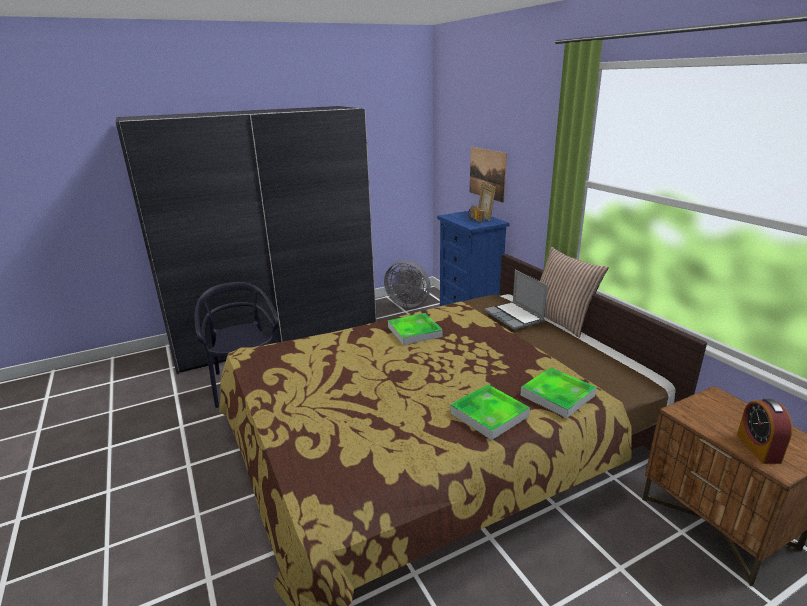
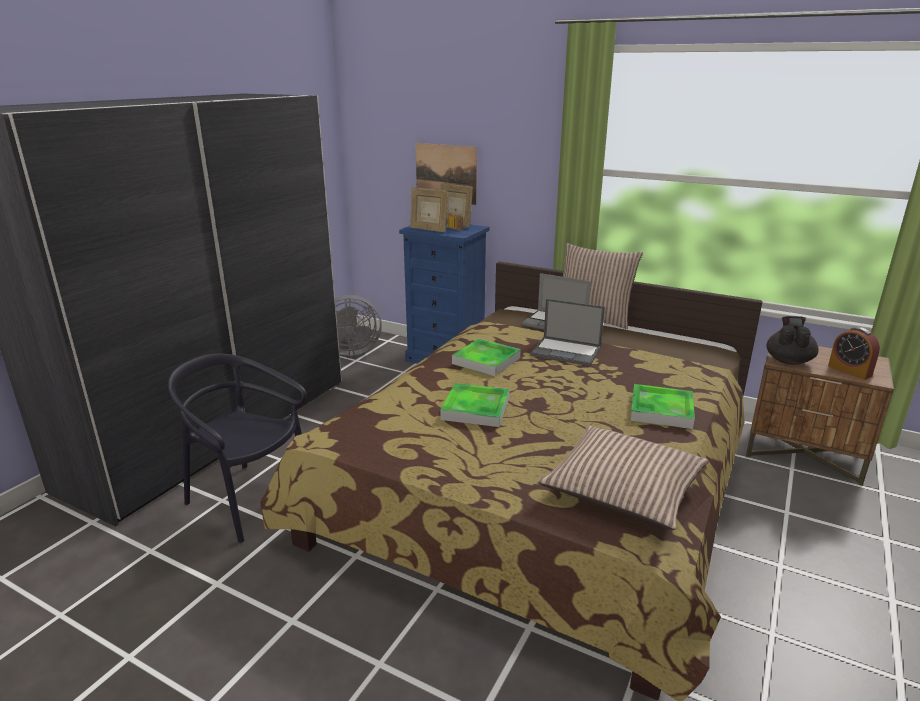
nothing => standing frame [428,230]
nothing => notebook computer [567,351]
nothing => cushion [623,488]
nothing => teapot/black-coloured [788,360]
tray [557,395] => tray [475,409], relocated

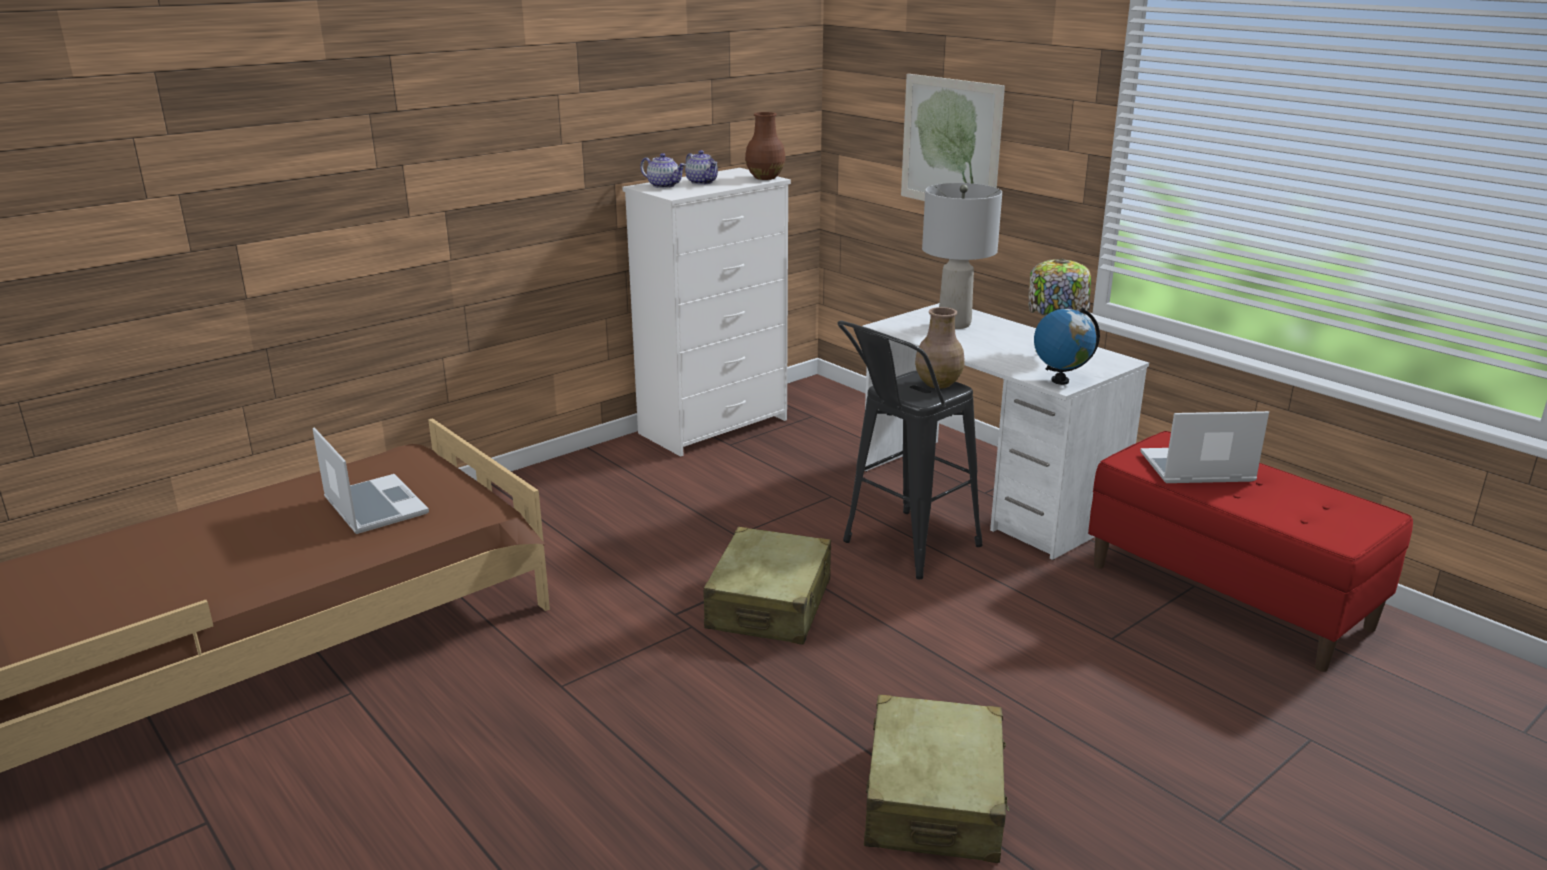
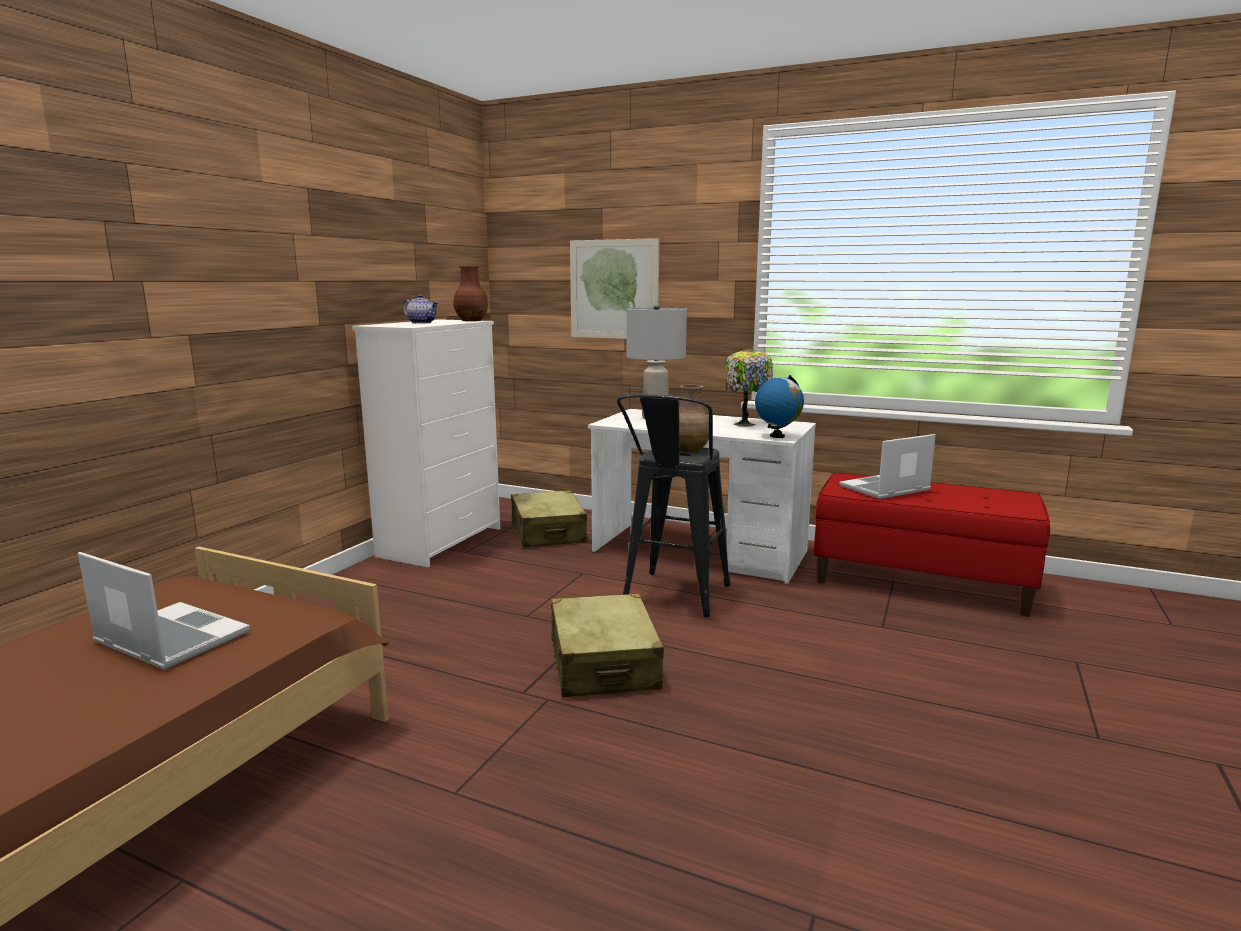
teapot [664,185] => nothing
piece of luggage/sand-coloured [934,799] => piece of luggage/sand-coloured [548,533], relocated

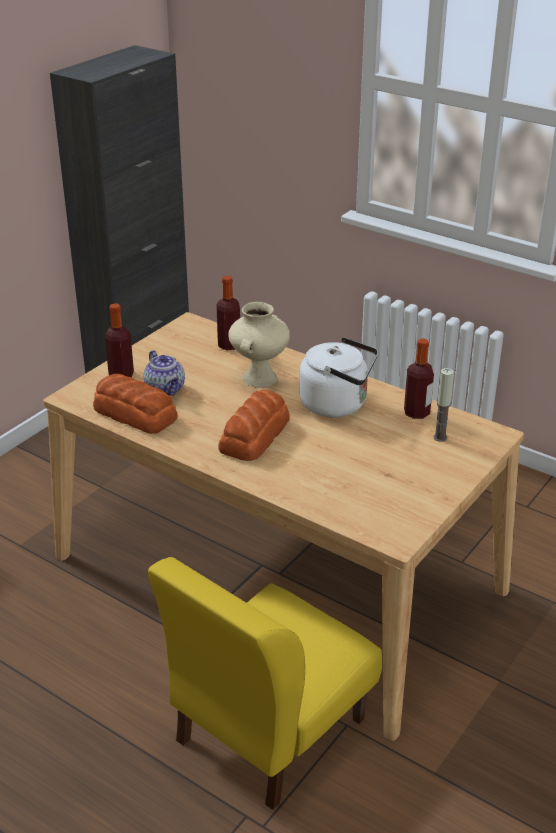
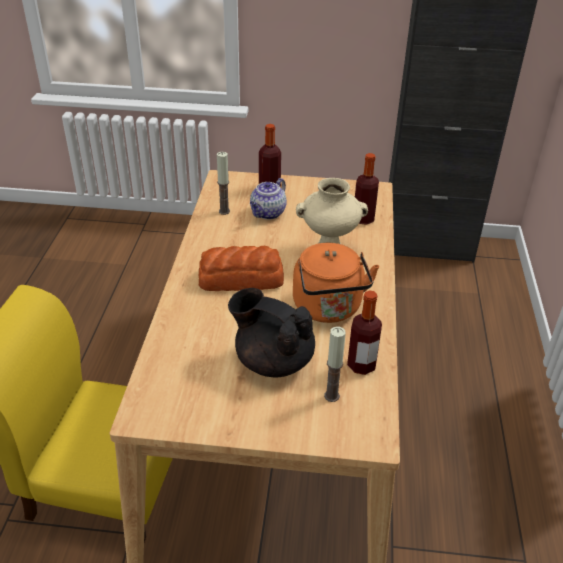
nothing => teapot/black-coloured [273,360]
bakery bread [134,413] => wax candle [224,211]
kettle/white [338,404] => kettle/orange-coloured [329,309]

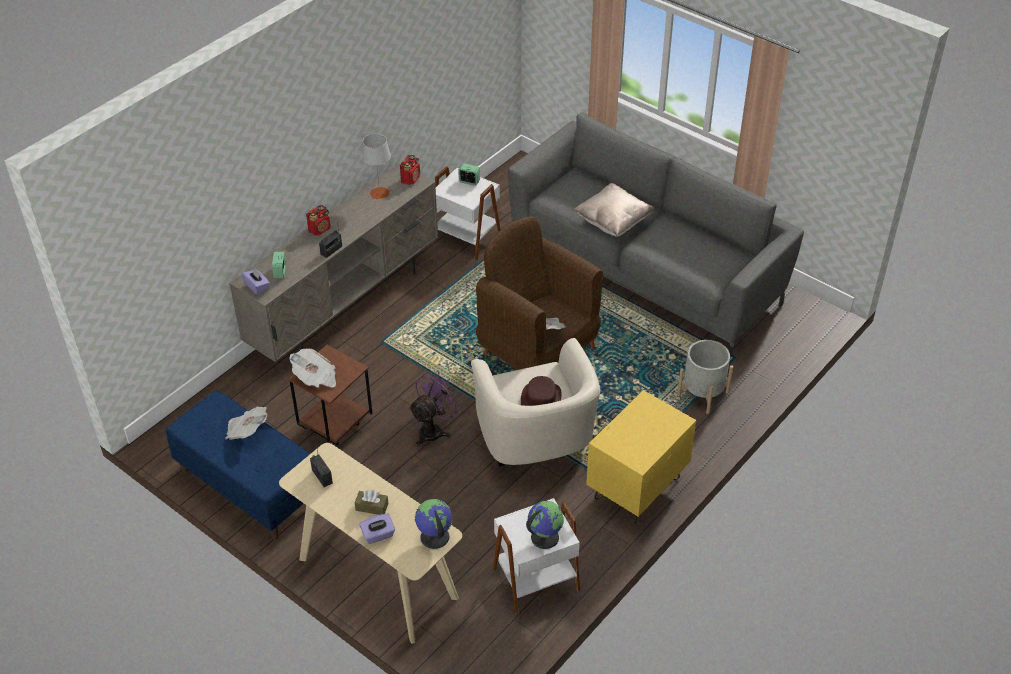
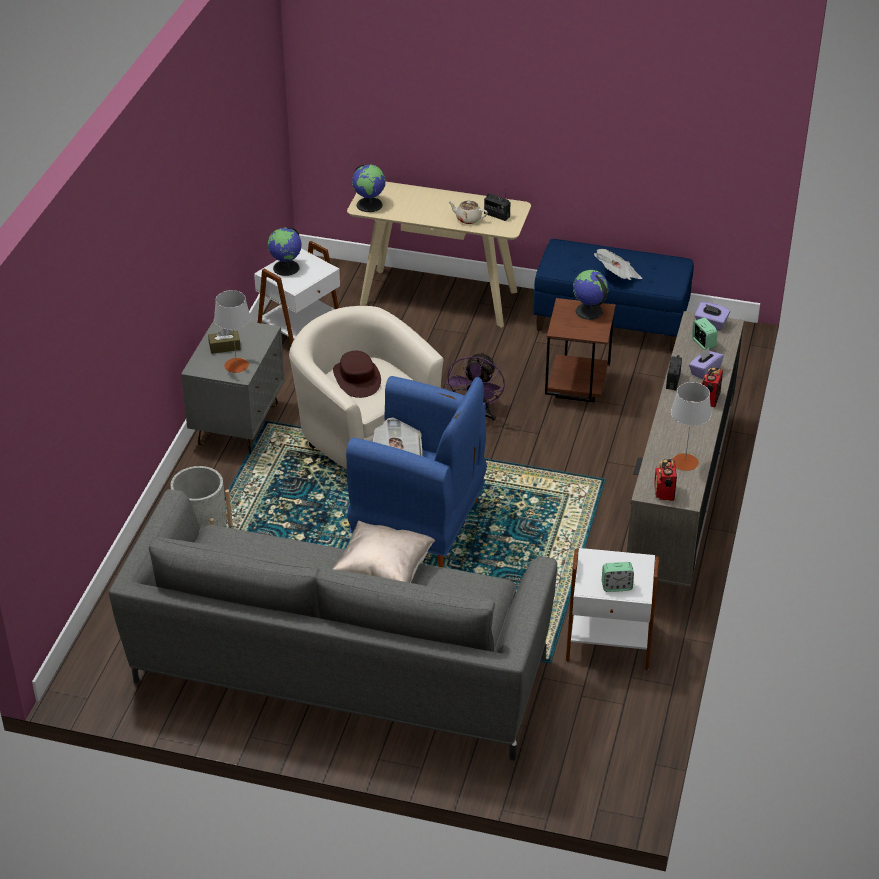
nothing => lamp for a table/gray [236,365]
nothing => teapot/sand-coloured [468,219]
box of tissues/brownish [372,507] => box of tissues/brownish [224,347], relocated
box of tissues/purplish [378,535] => box of tissues/purplish [704,371], relocated
newspaper [315,378] => world globe [588,311]
lounge chair/brownish [537,350] => lounge chair/blue [420,525]
nightstand/yellow [637,489] => nightstand/gray [238,425]

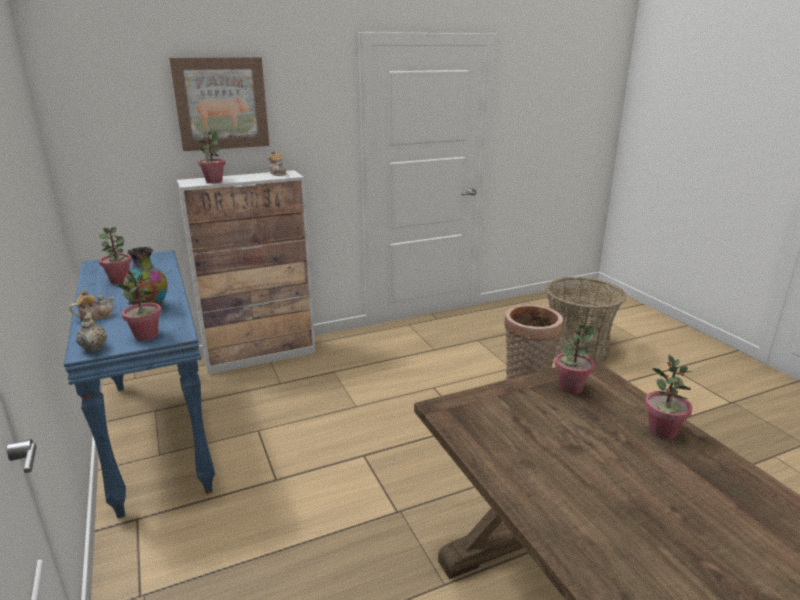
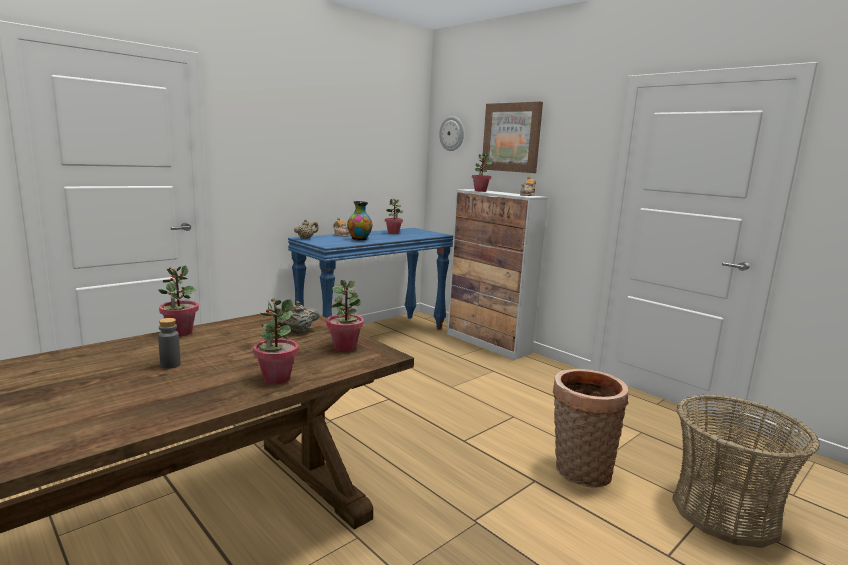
nothing => bottle/gray [170,365]
nothing => teapot/sand-coloured [297,332]
nothing => hanging clock [452,133]
plant in a pot [146,336] => plant in a pot [180,332], relocated

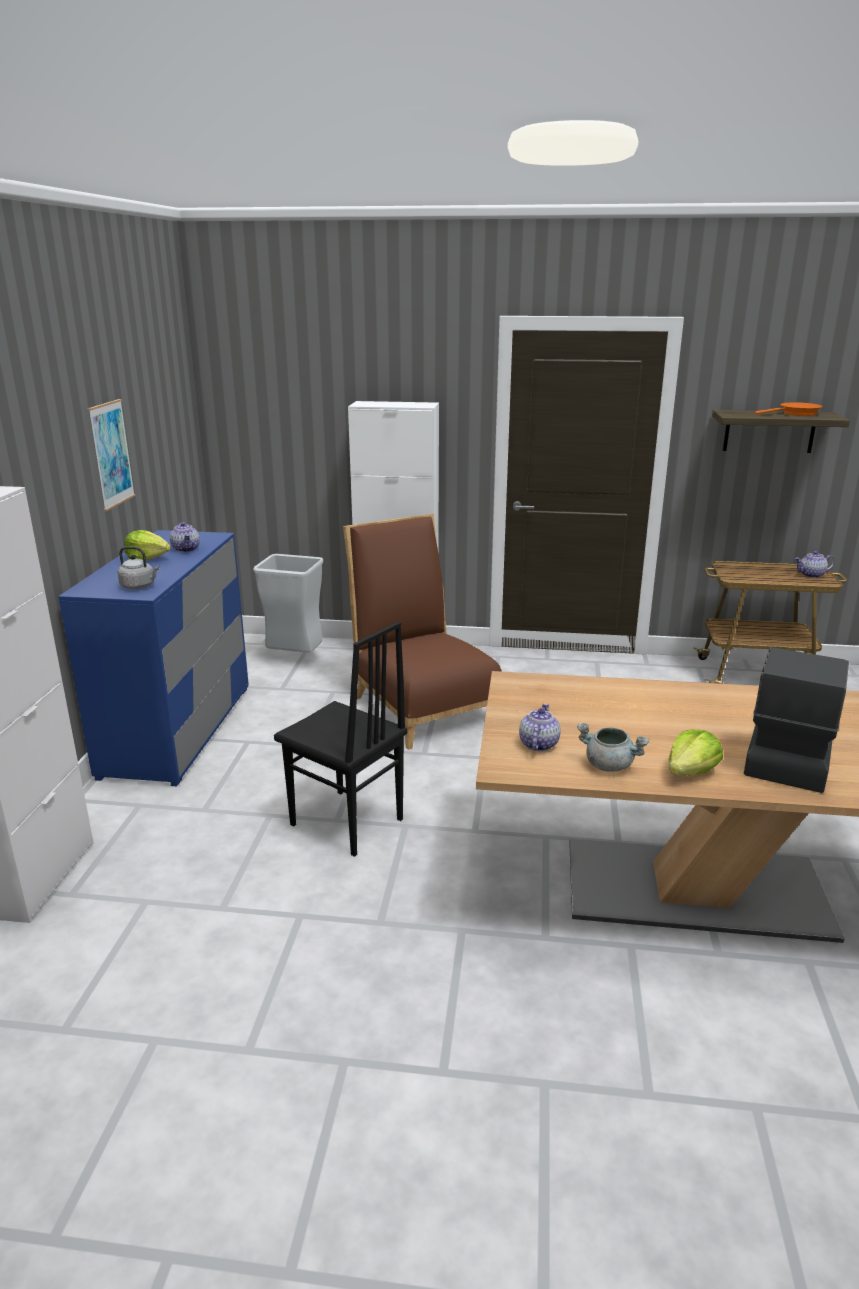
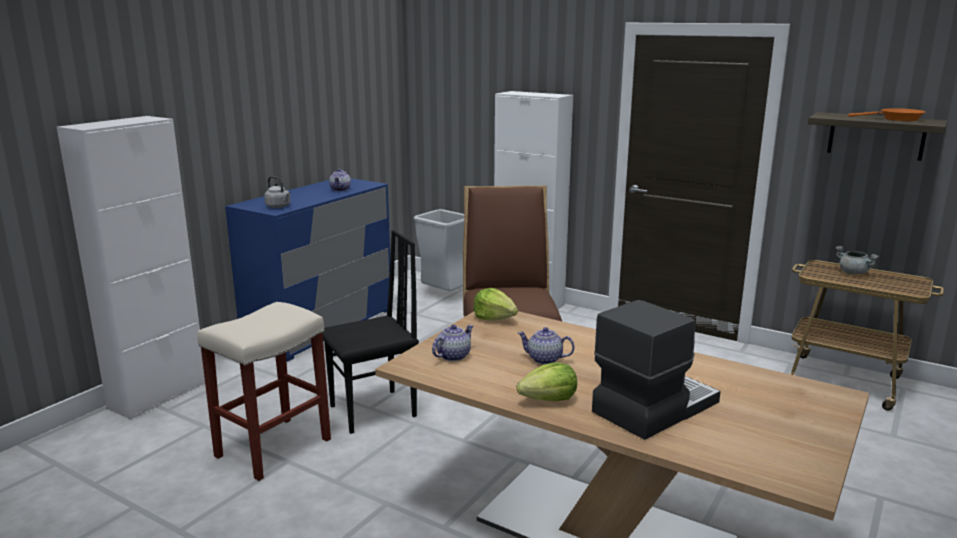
picture [111,454] => nothing
nothing => stool seat/sand-coloured [274,447]
lettuce head [147,558] => lettuce head [494,318], relocated
cooking pot/gray [609,765] => cooking pot/gray [853,273], relocated
teapot [811,575] => teapot [544,359], relocated
upright chair/black-coloured [346,823] => upright chair/black-coloured [374,411], 90 degrees counterclockwise

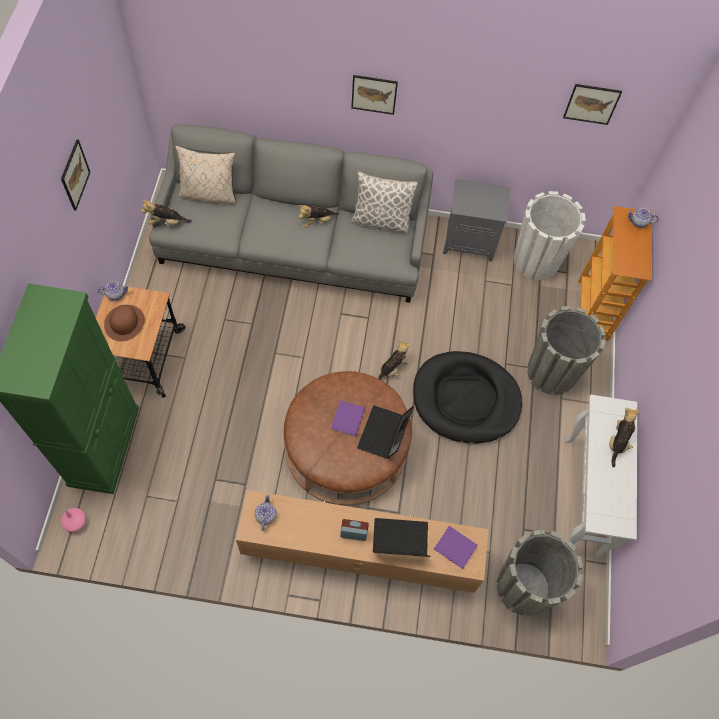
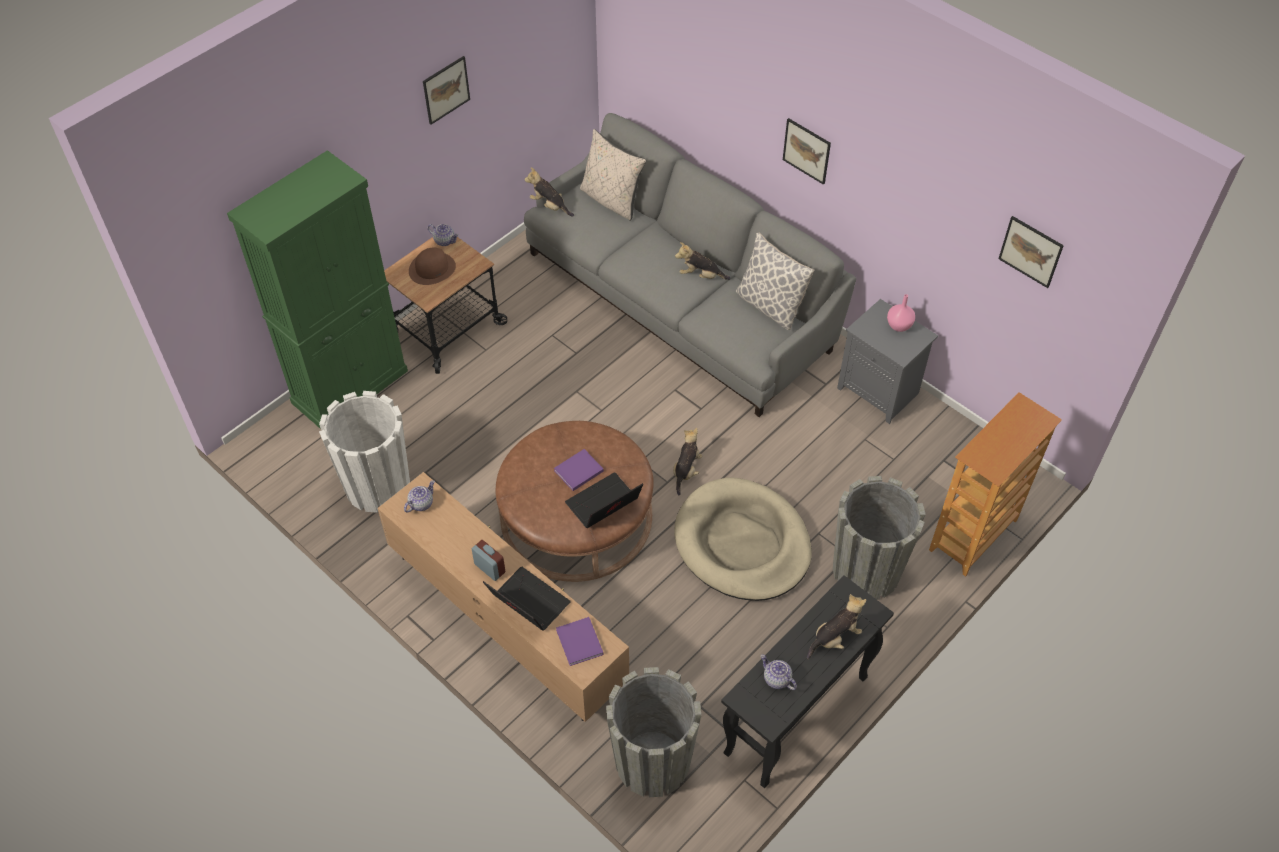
vase/pink [77,523] => vase/pink [899,326], relocated
planter/white [536,260] => planter/white [377,485], relocated
teapot [638,222] => teapot [776,679], relocated
dog cushion/black-coloured [466,399] => dog cushion/sand-coloured [742,543]
console table/white [583,497] => console table/black-coloured [796,716]
cuddly toy [392,369] => cuddly toy [686,470], 60 degrees counterclockwise

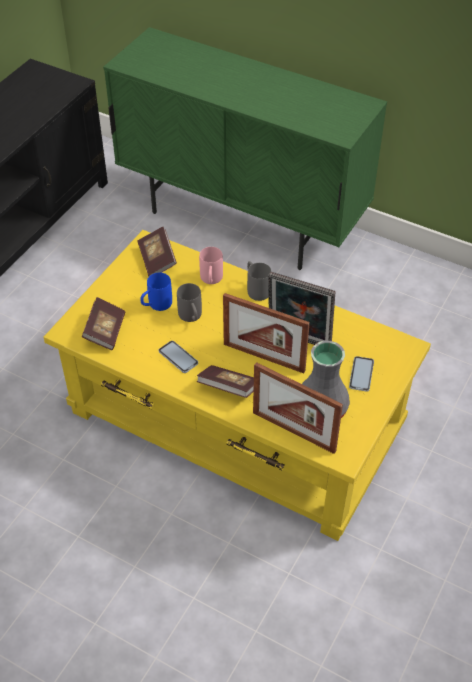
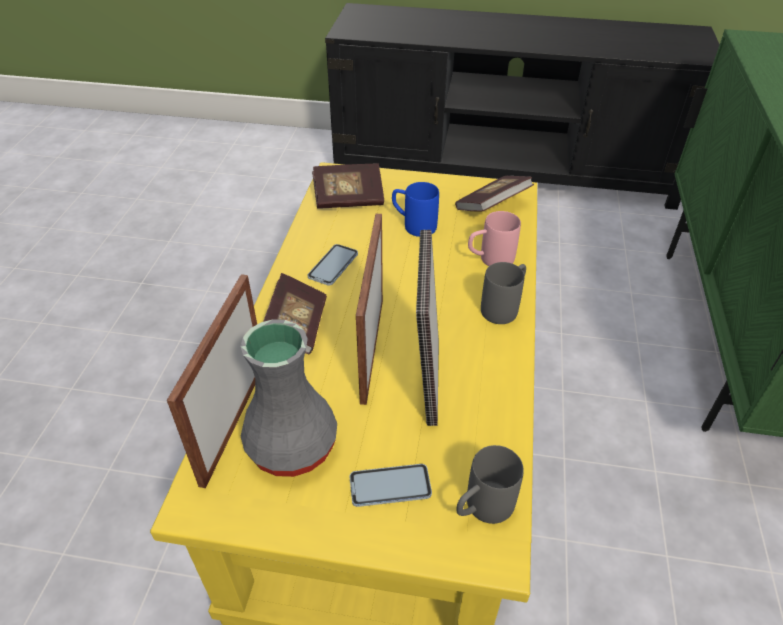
mug/gray [191,317] => mug/gray [481,509], relocated

